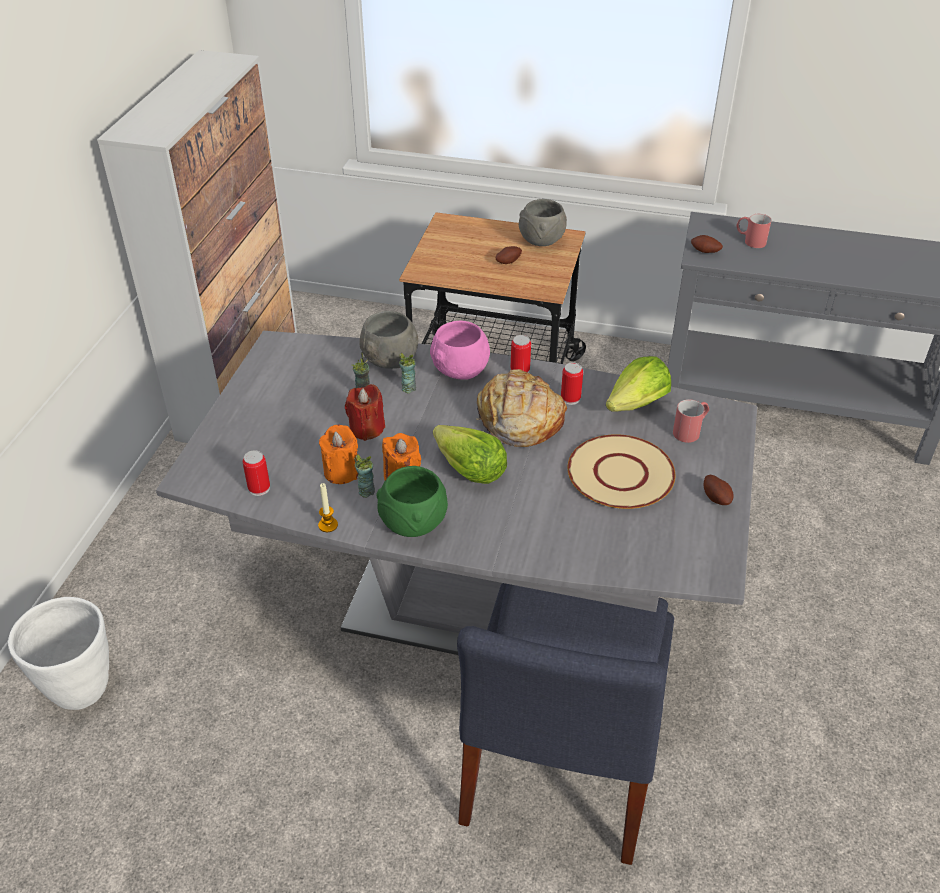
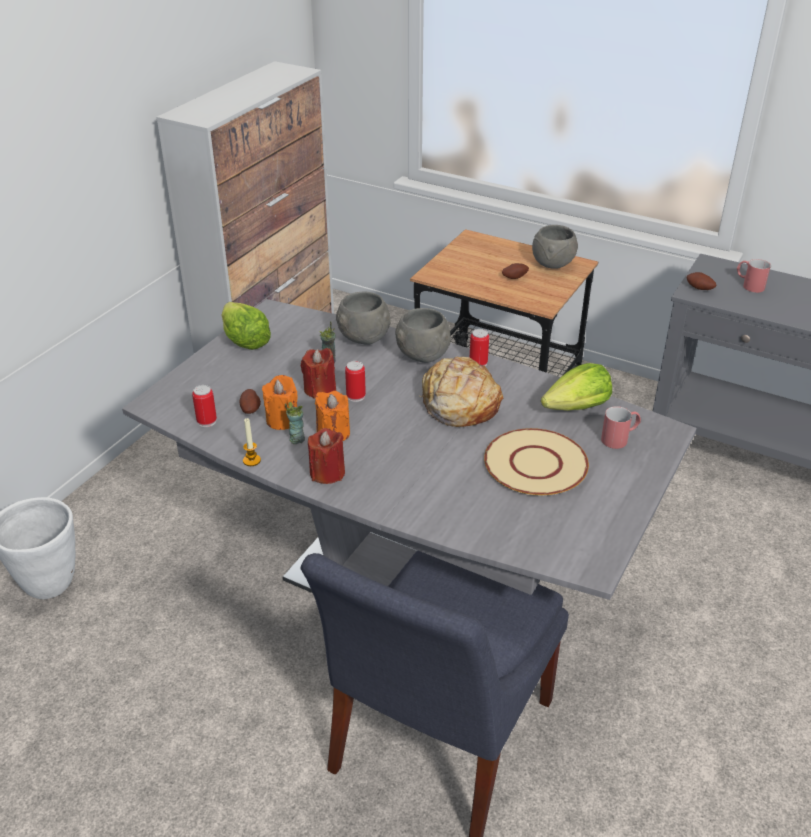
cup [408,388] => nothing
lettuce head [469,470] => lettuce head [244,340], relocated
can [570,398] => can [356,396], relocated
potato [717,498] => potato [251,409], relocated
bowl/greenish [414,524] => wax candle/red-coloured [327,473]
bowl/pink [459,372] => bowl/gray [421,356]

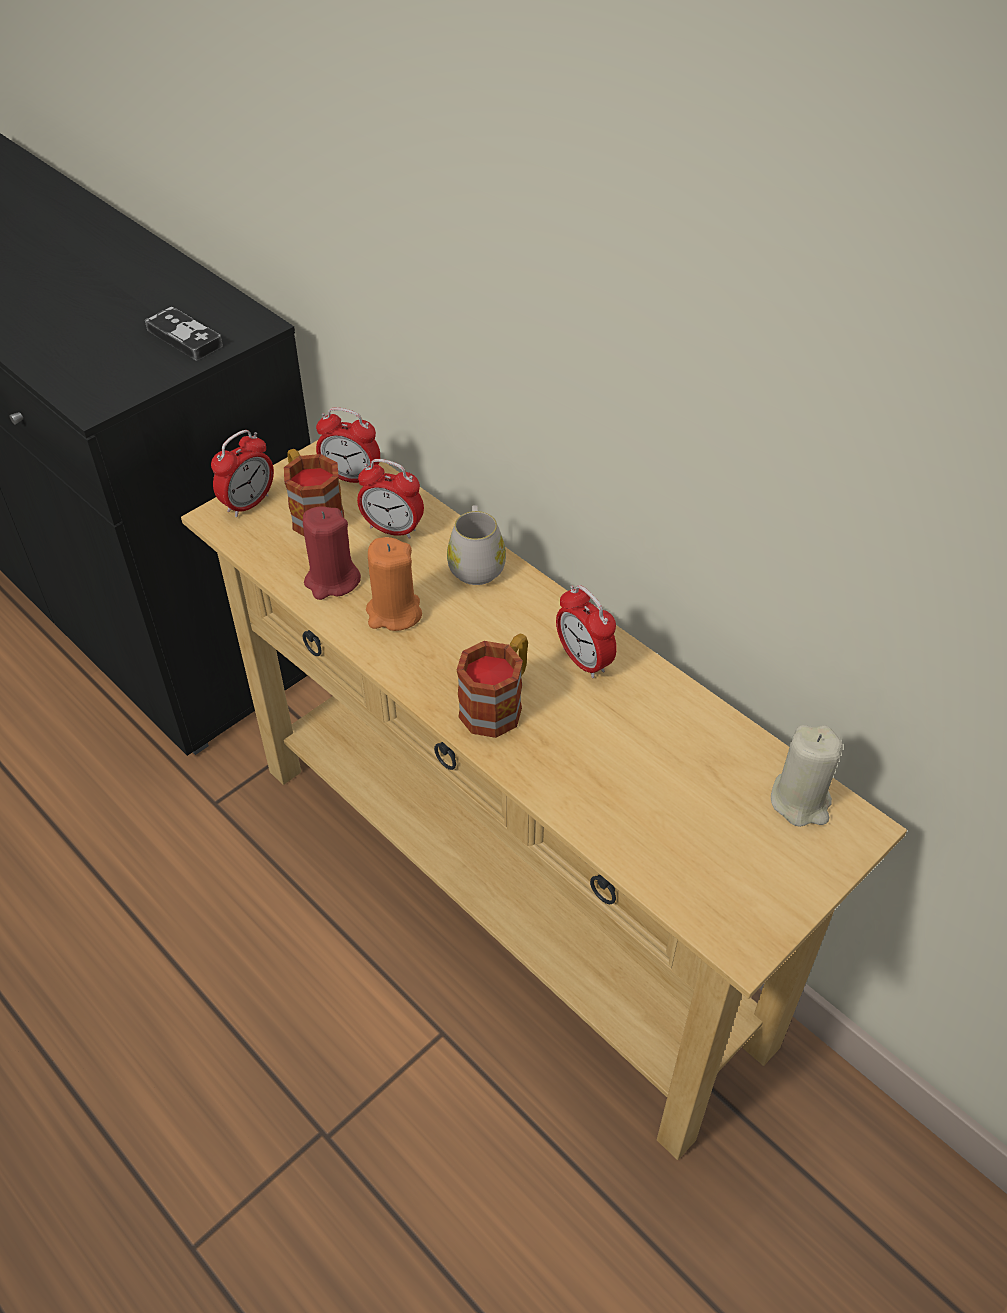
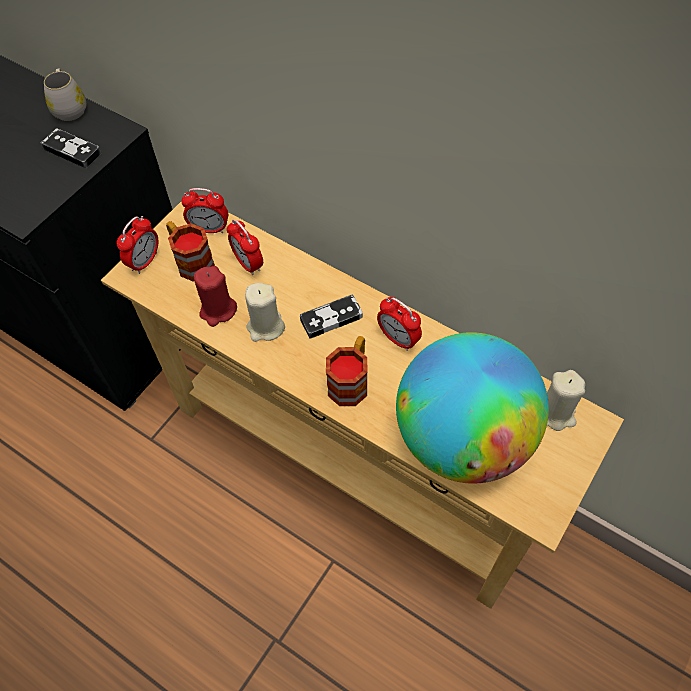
nothing => joypad [331,318]
nothing => world globe [462,439]
mug/white [476,564] => mug/white [70,108], relocated
wax candle/orange-coloured [394,613] => wax candle/sand-coloured [265,327]
table clock [393,529] => table clock [248,264], 45 degrees clockwise

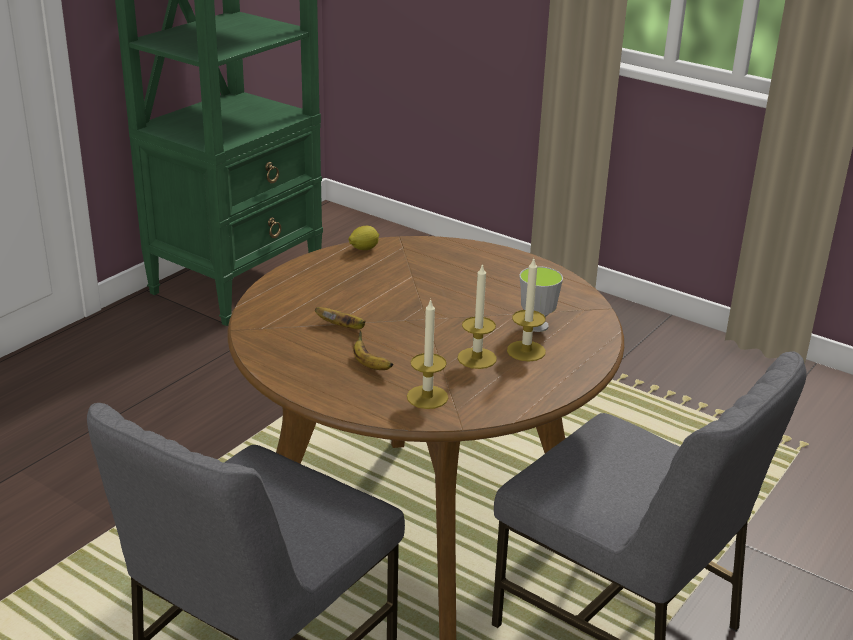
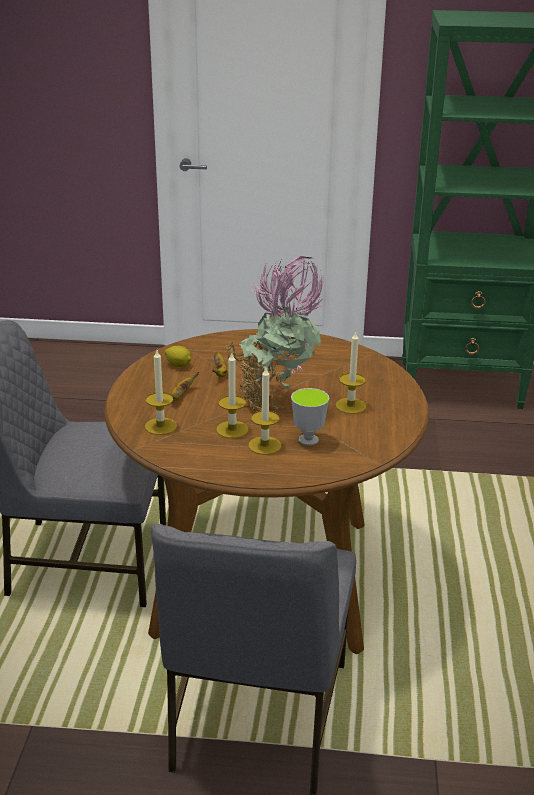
nothing => plant in a pot [275,402]
nothing => wax candle [350,406]
whole lemon [364,249] => whole lemon [178,365], relocated

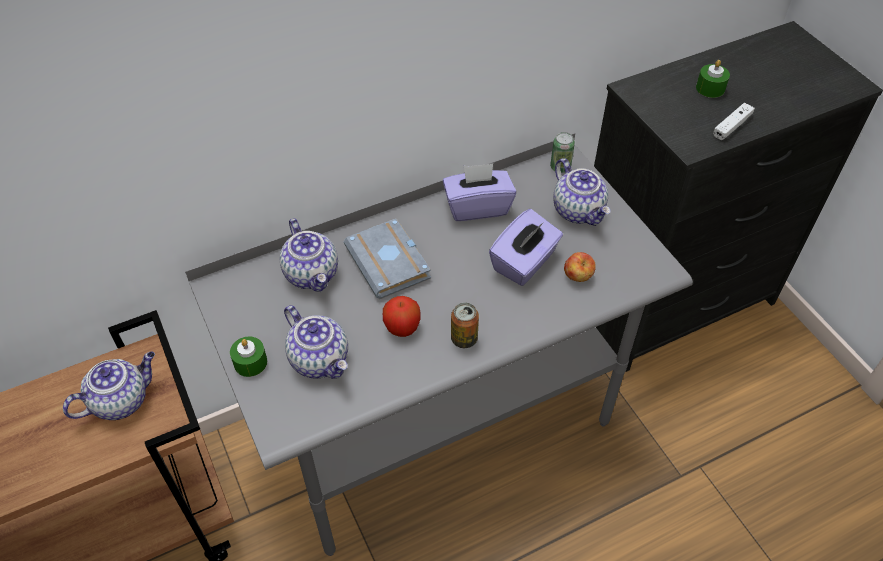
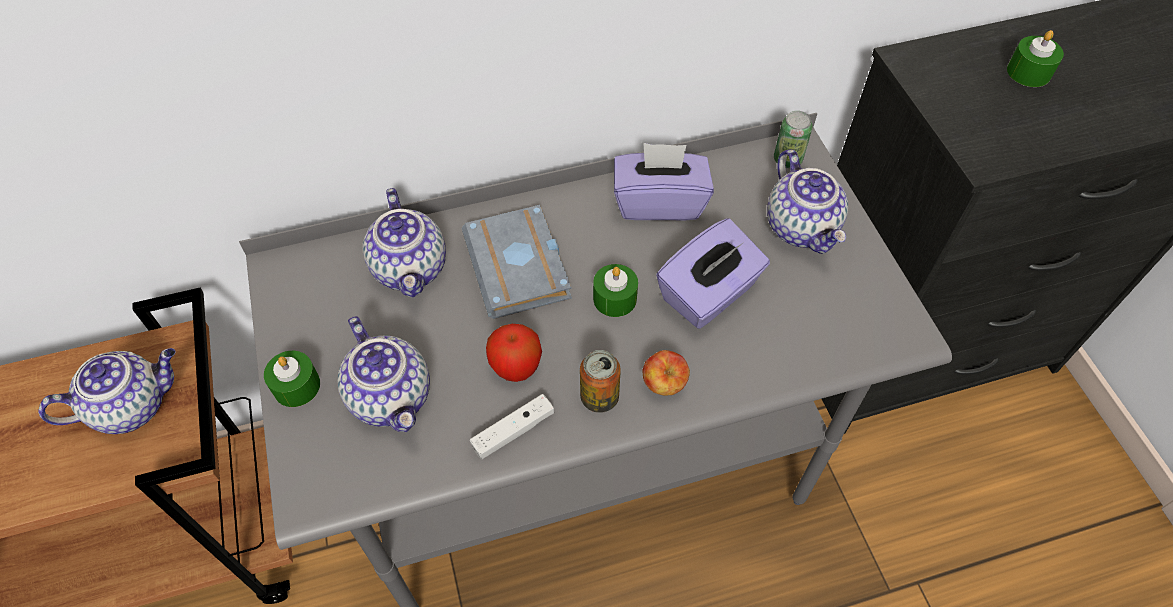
nothing => wax candle/greenish [615,298]
whole apple [577,276] => whole apple [663,384], relocated
joypad/white [732,126] => joypad/white [513,431], relocated

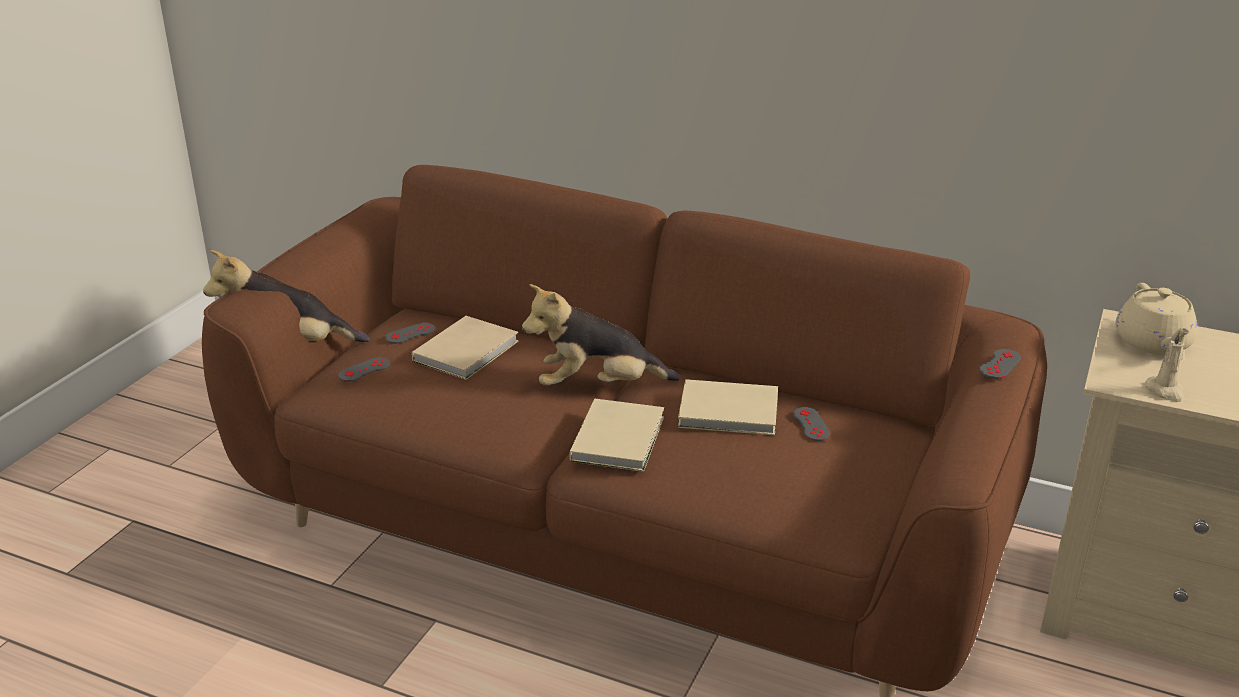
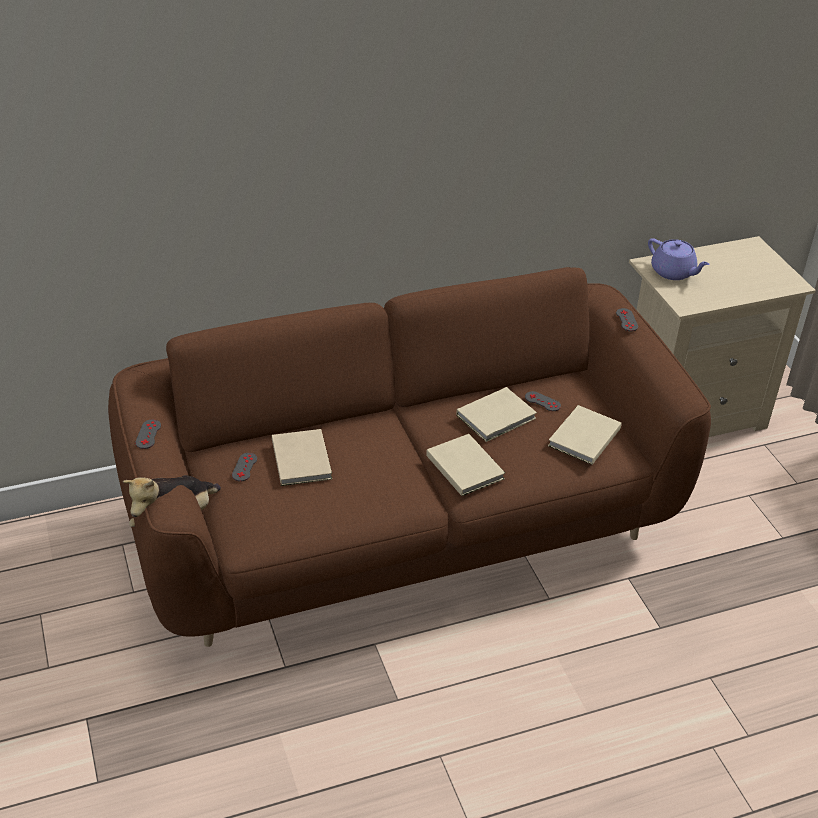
cuddly toy [597,386] => nothing
wax candle/sand-coloured [1165,391] => nothing
nothing => volume/sand-coloured [582,438]
joypad/gray [364,370] => joypad/gray [148,434], relocated
teapot/sand-coloured [1153,343] => teapot/purplish [673,272]

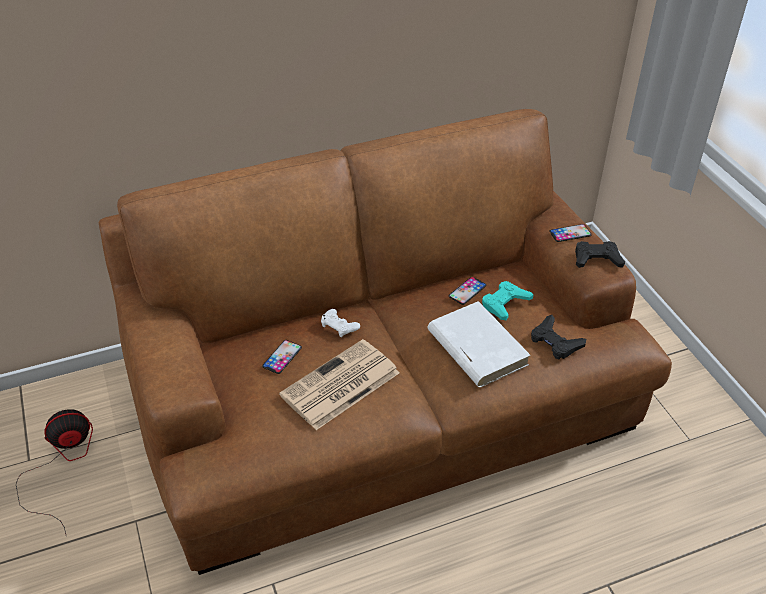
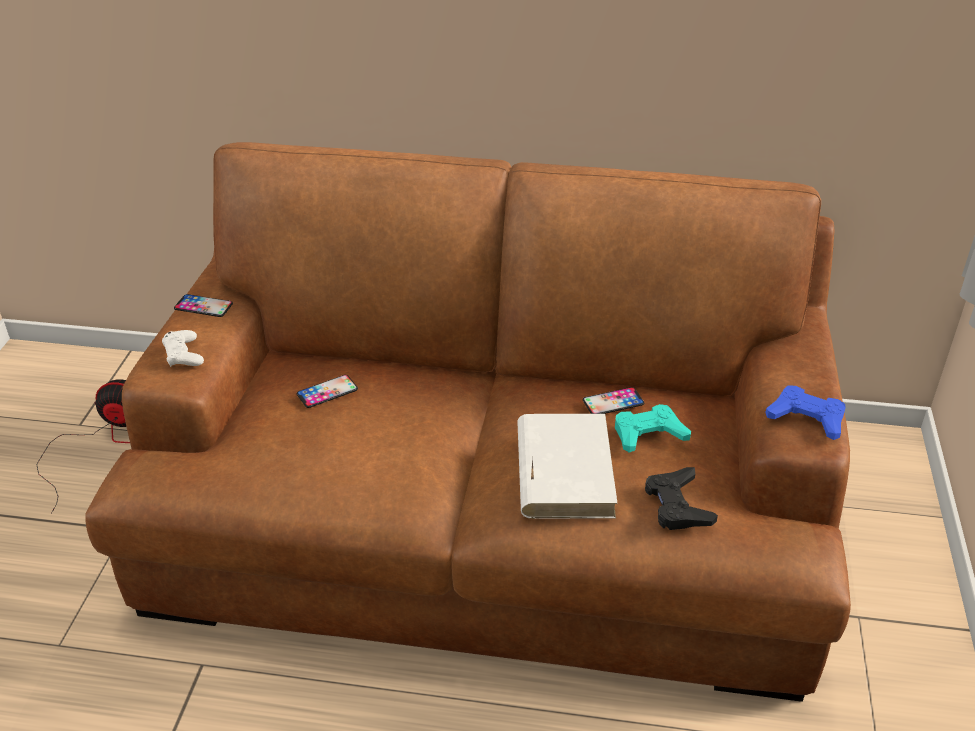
newspaper [339,386] => nothing
joypad/white [339,326] => joypad/white [183,354], relocated
telephone [570,233] => telephone [203,306], relocated
joypad/black-coloured [597,259] => joypad/blue [807,418]

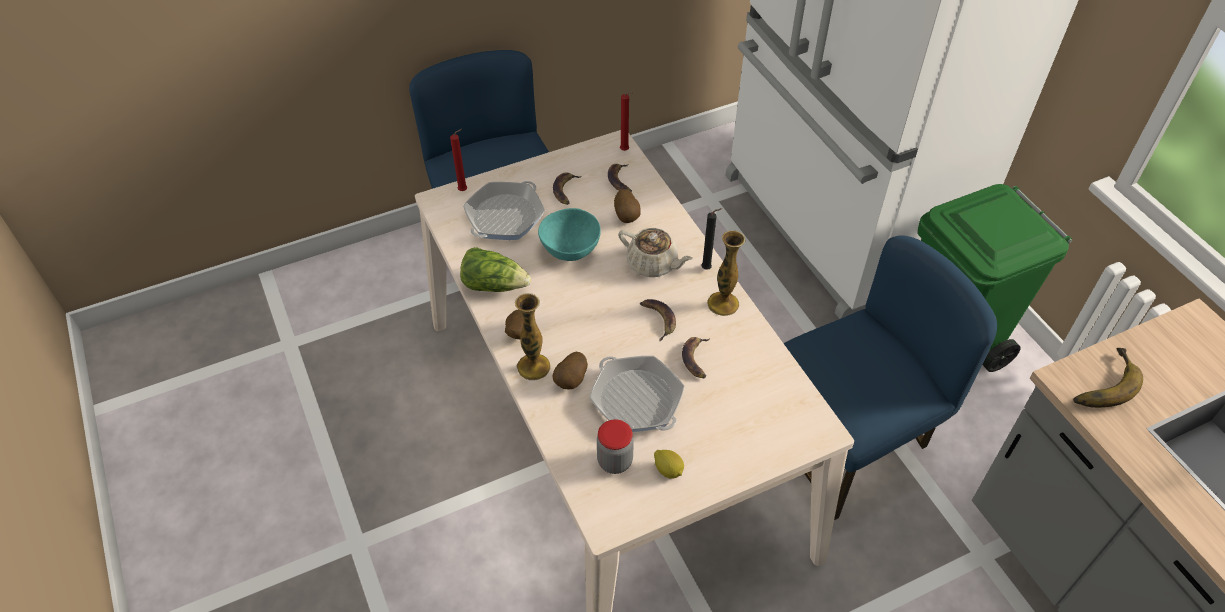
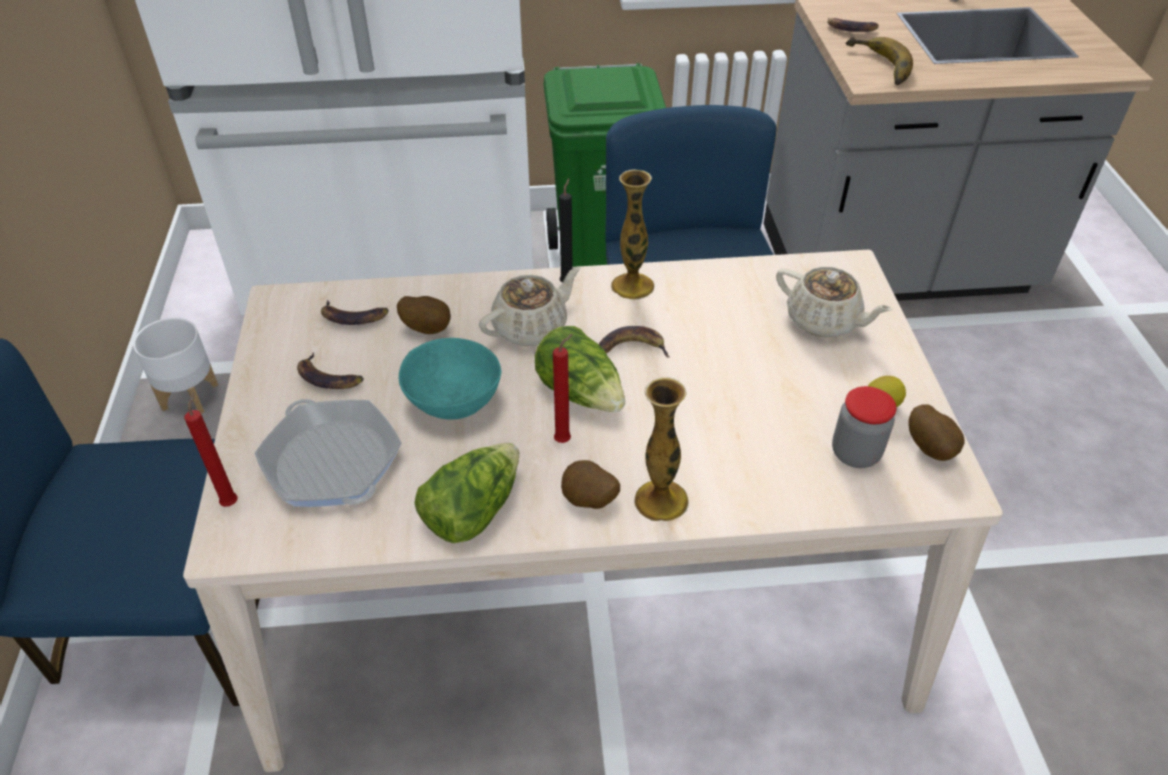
skillet [636,400] => nothing
nothing => planter/white [190,396]
nothing => lettuce head [581,392]
nothing => teapot/sand-coloured [824,321]
potato [571,381] => potato [931,448], relocated
wax candle/red-coloured [625,151] => wax candle/red-coloured [565,440], relocated
banana [696,359] => banana [850,28], relocated

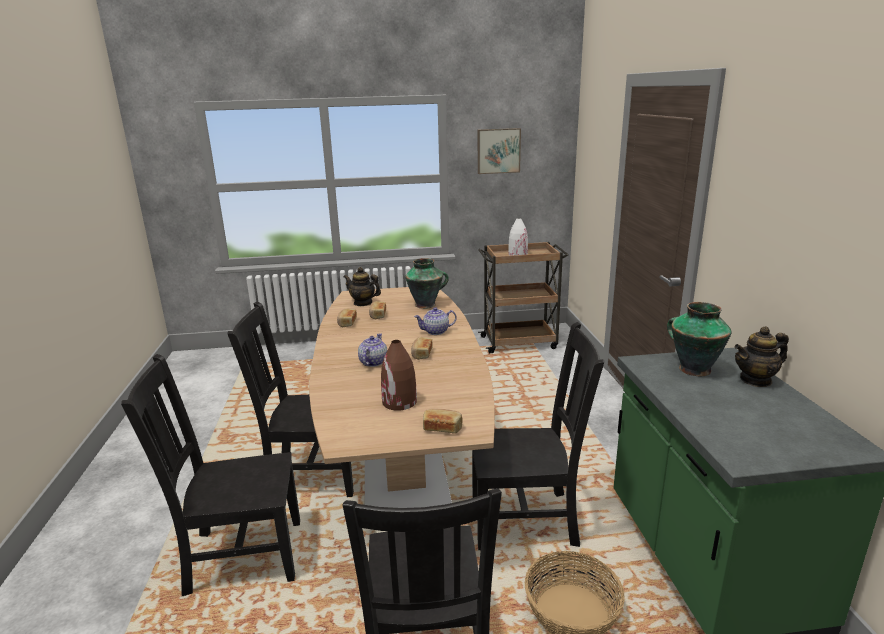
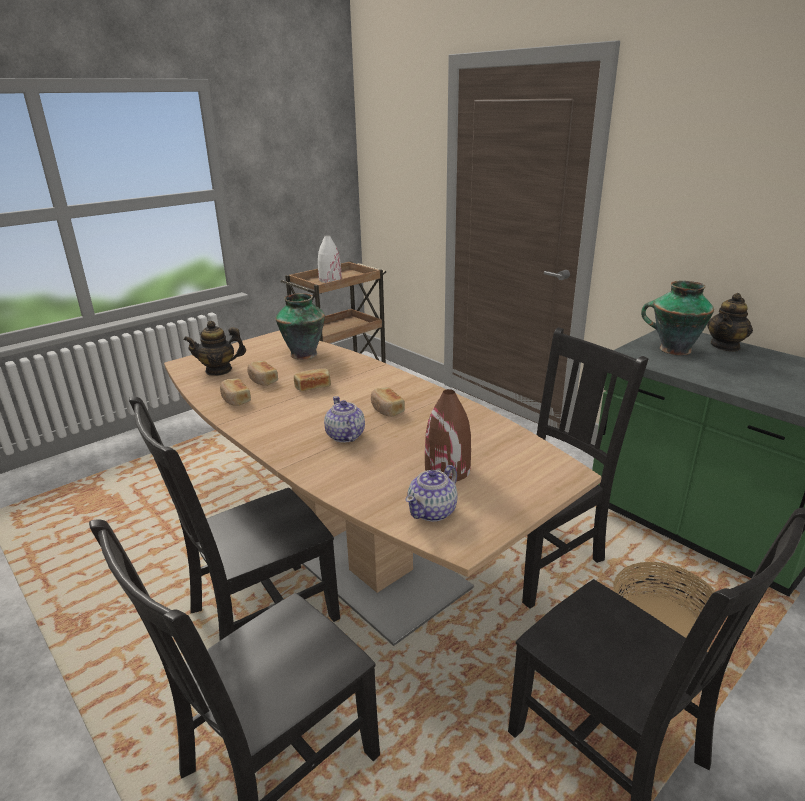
picture [498,151] => nothing
teapot [436,331] => teapot [433,511], relocated
bakery bread [442,428] => bakery bread [313,387], relocated

